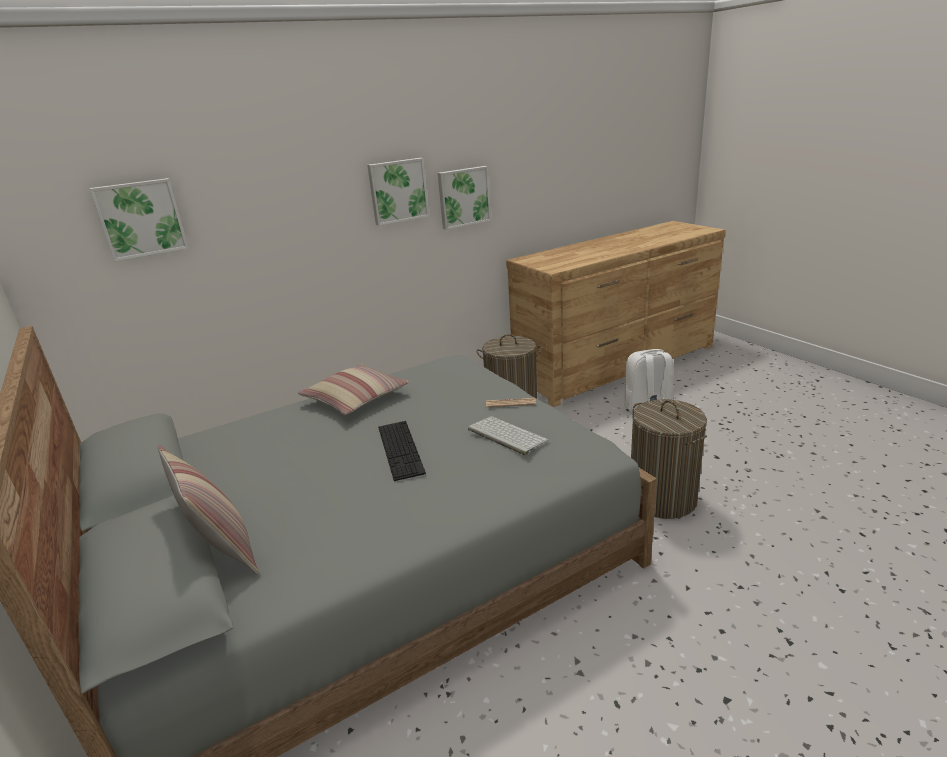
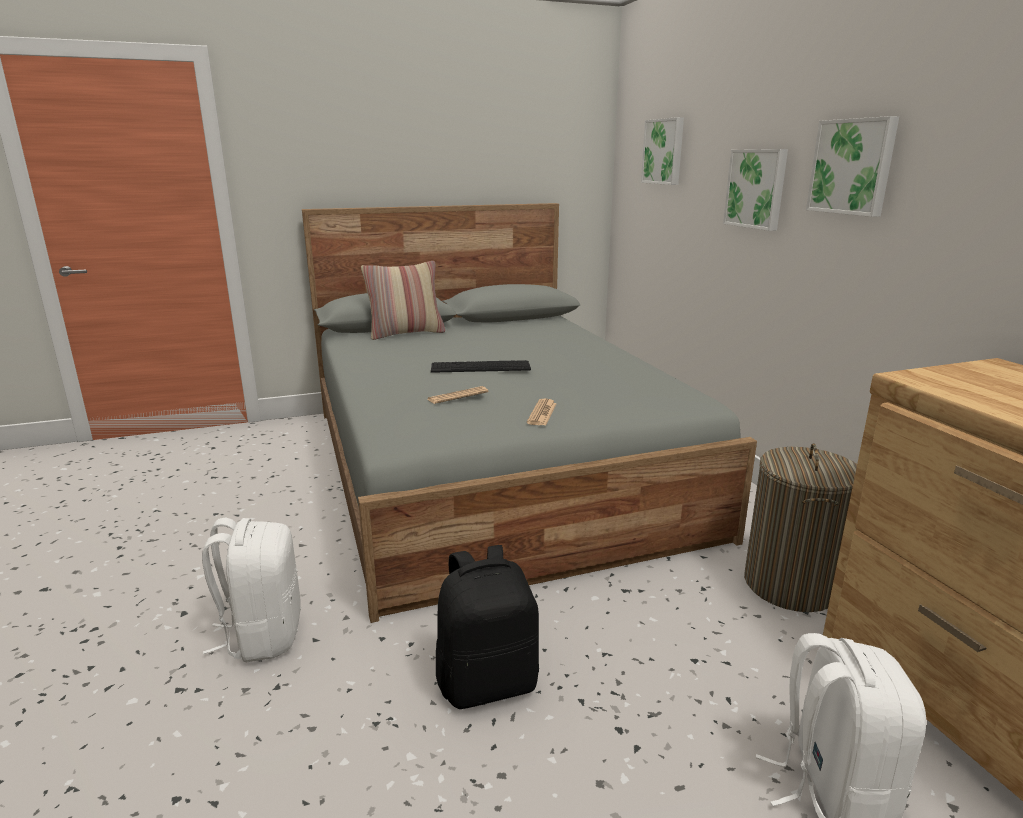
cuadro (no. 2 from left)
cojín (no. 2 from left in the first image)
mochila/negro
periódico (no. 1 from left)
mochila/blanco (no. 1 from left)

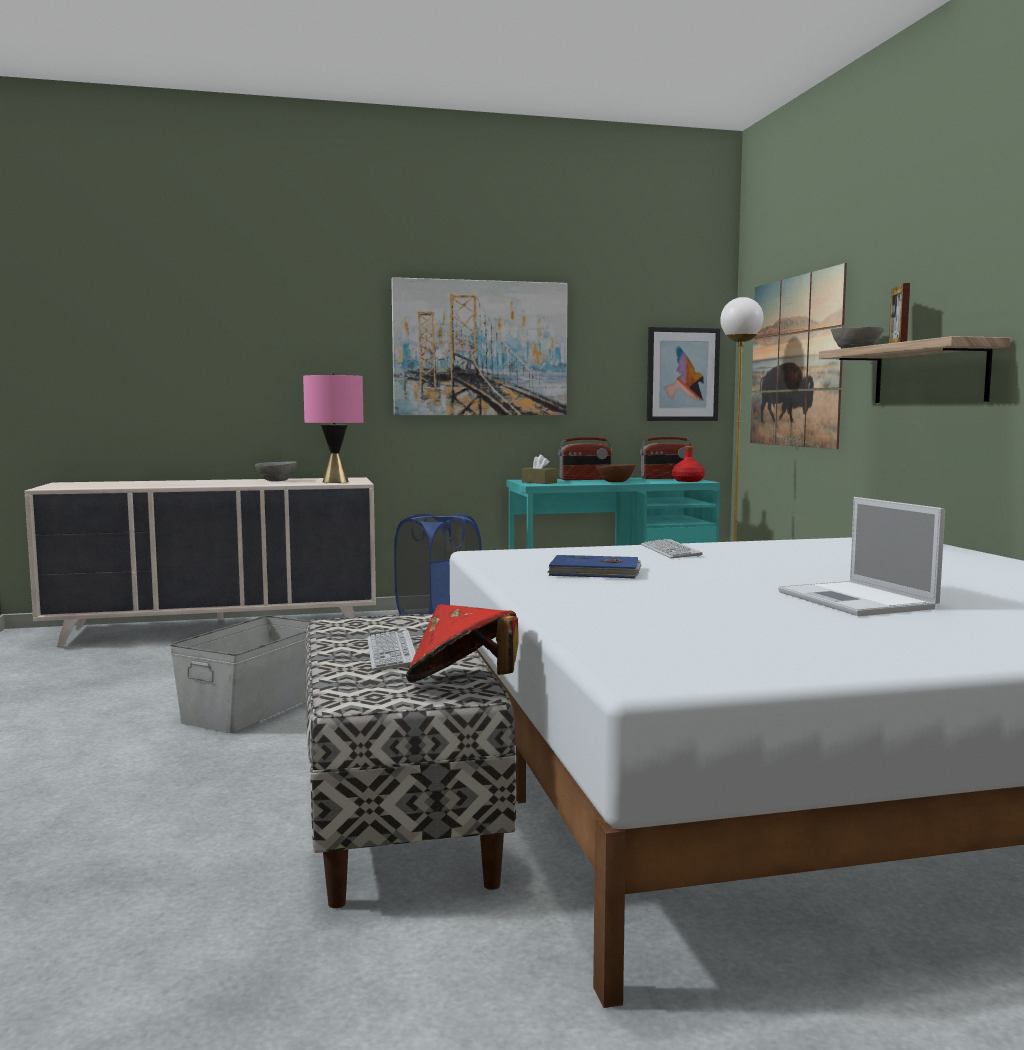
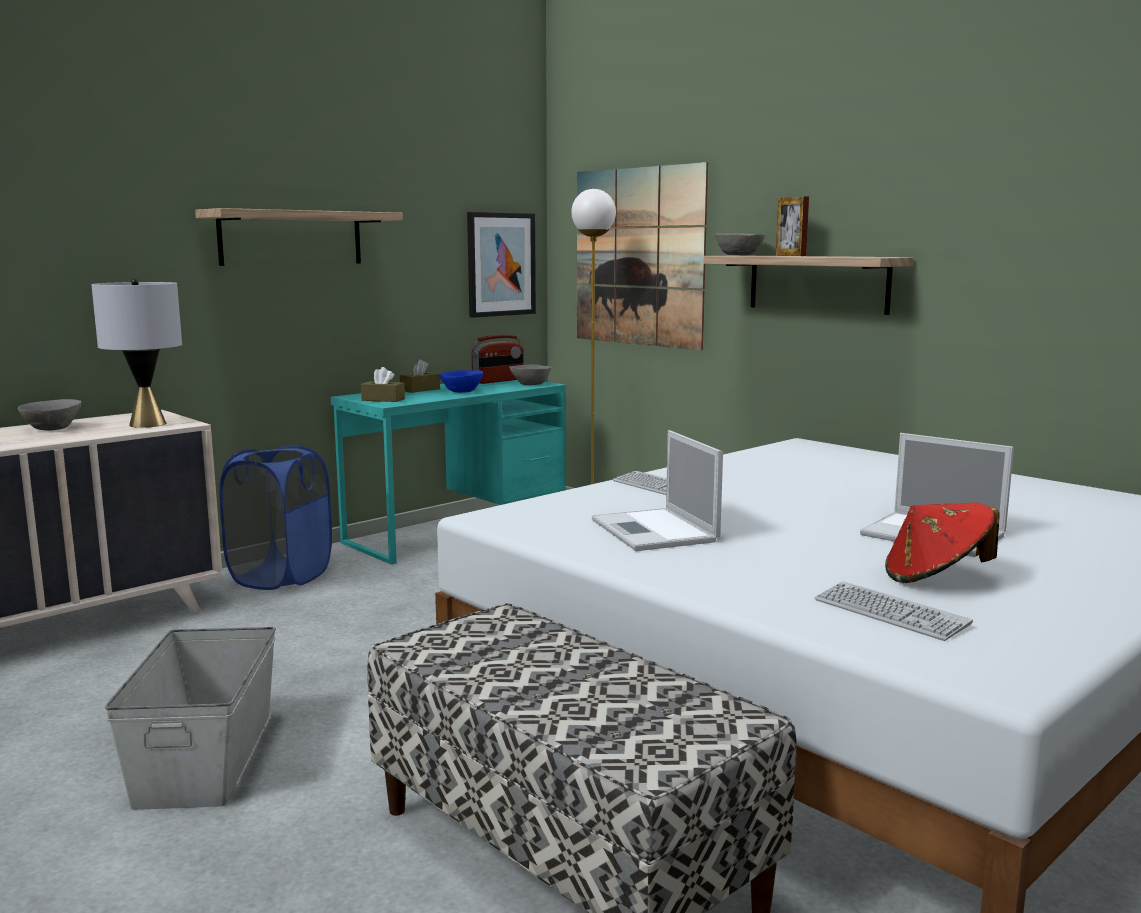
estante (no. 1 from left)
lámpara de mesa/gris
caja de pañuelos/marrón (no. 2 from left)
cuenco/gris (no. 2 from left)
cuenco/azul
portátil (no. 1 from left)
sombrero/rojo
teclado (no. 2 from left)

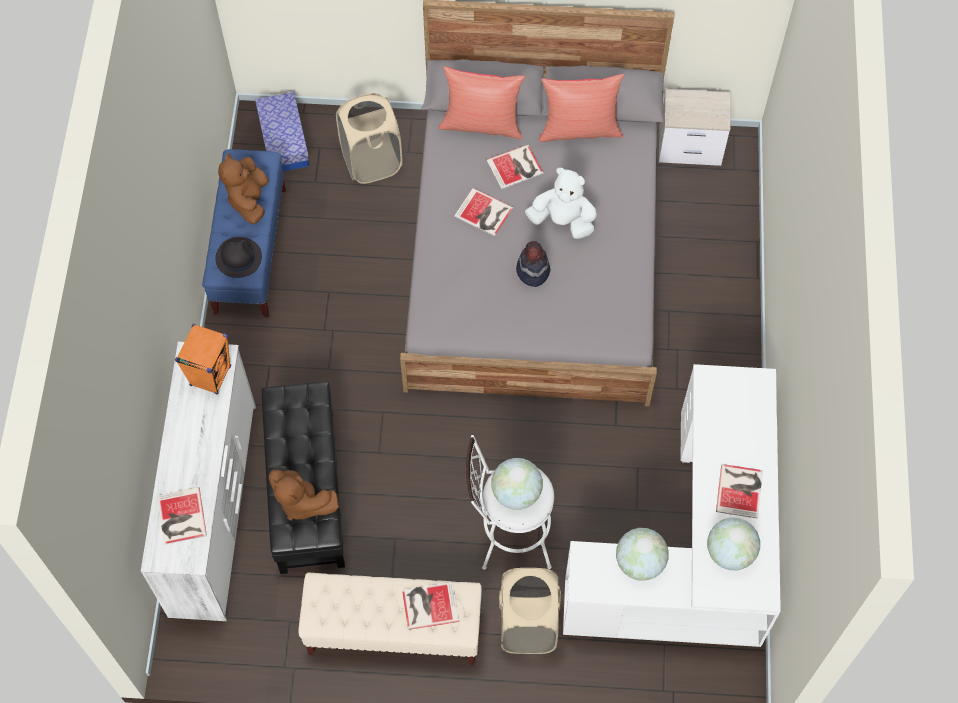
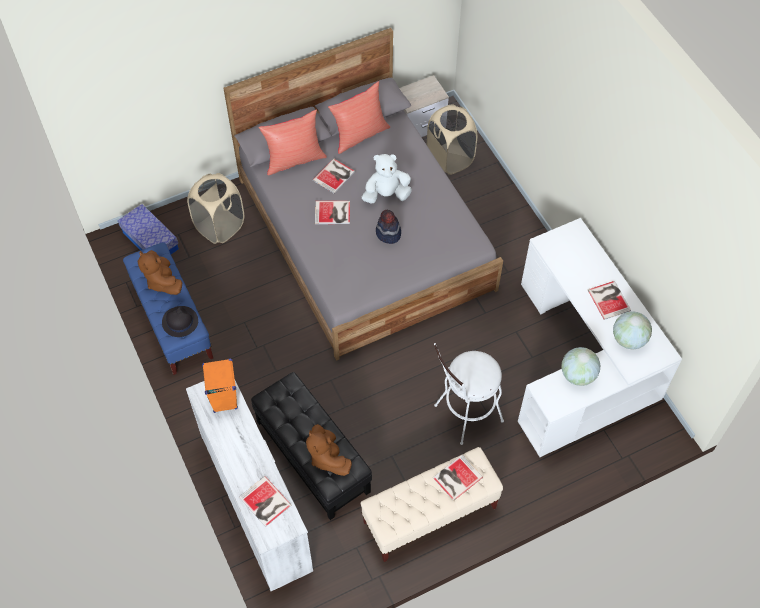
globo terráqueo (no. 1 from left in the first image)
peluche/marrón (no. 2 from left)
cesto de la ropa/beis (no. 2 from left)

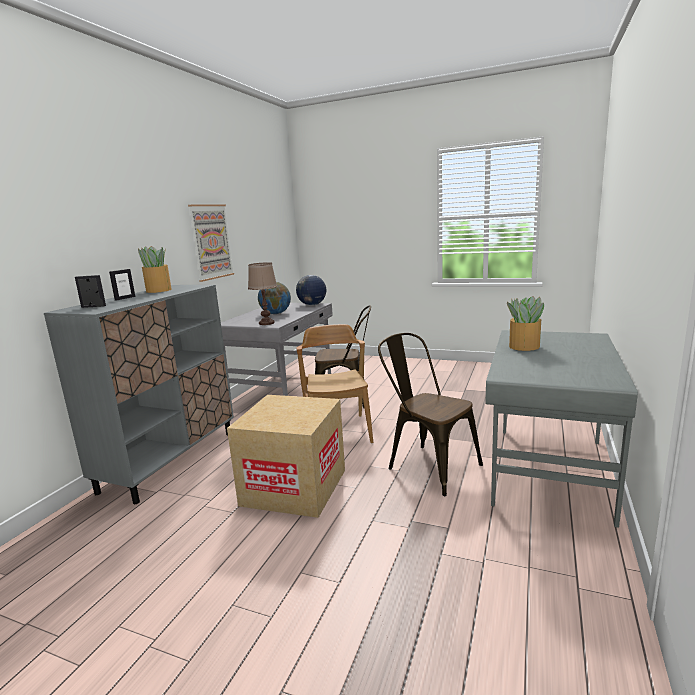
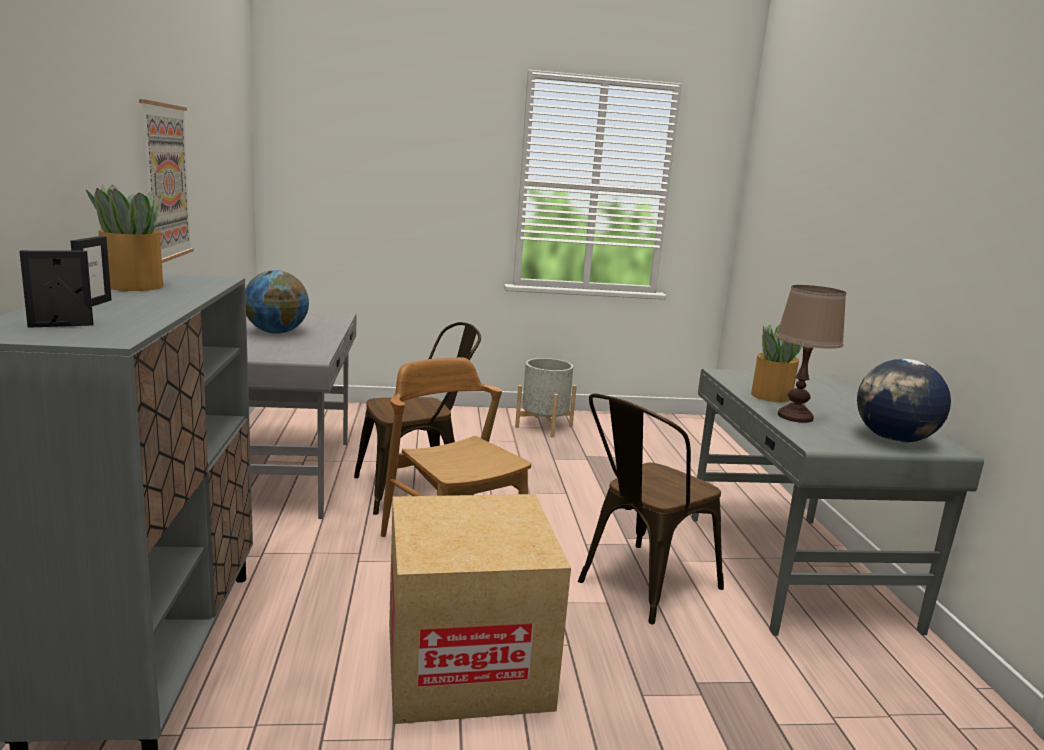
lámpara de mesa/marrón
globo terráqueo (no. 2 from left)
silla/marrón (no. 3 from left)
maceta/gris

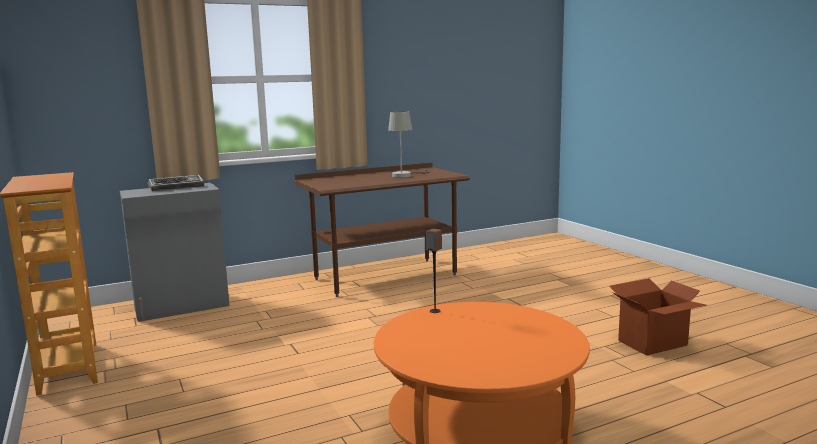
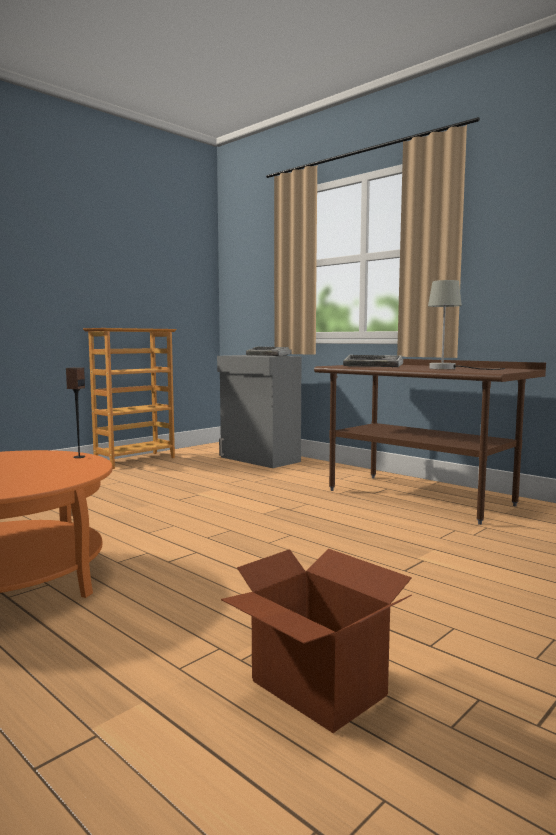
teclado (no. 2 from left)

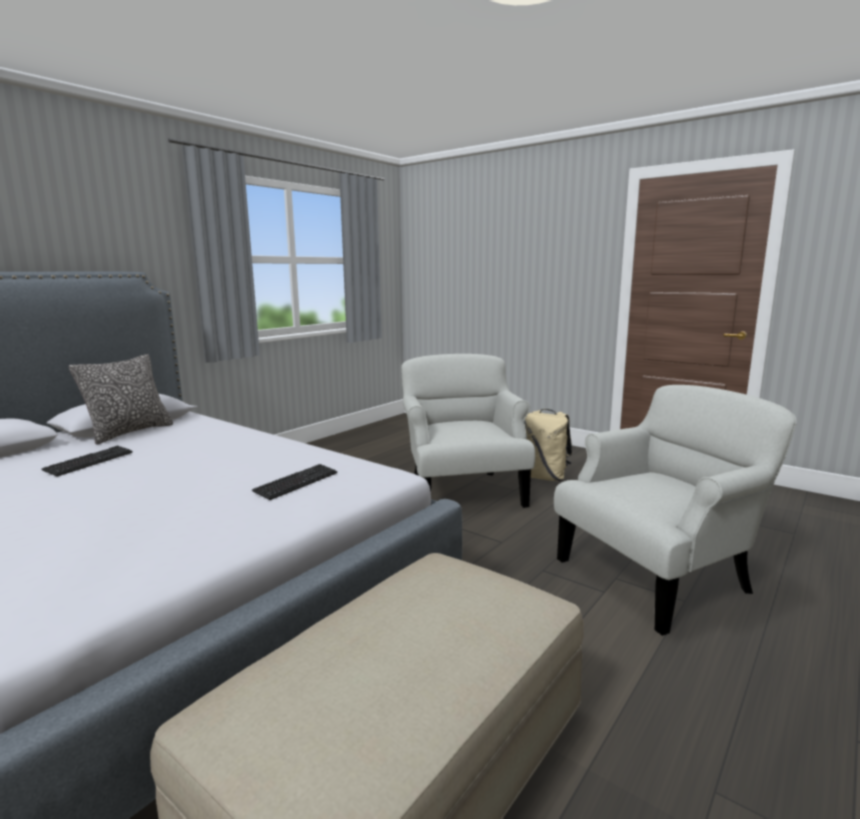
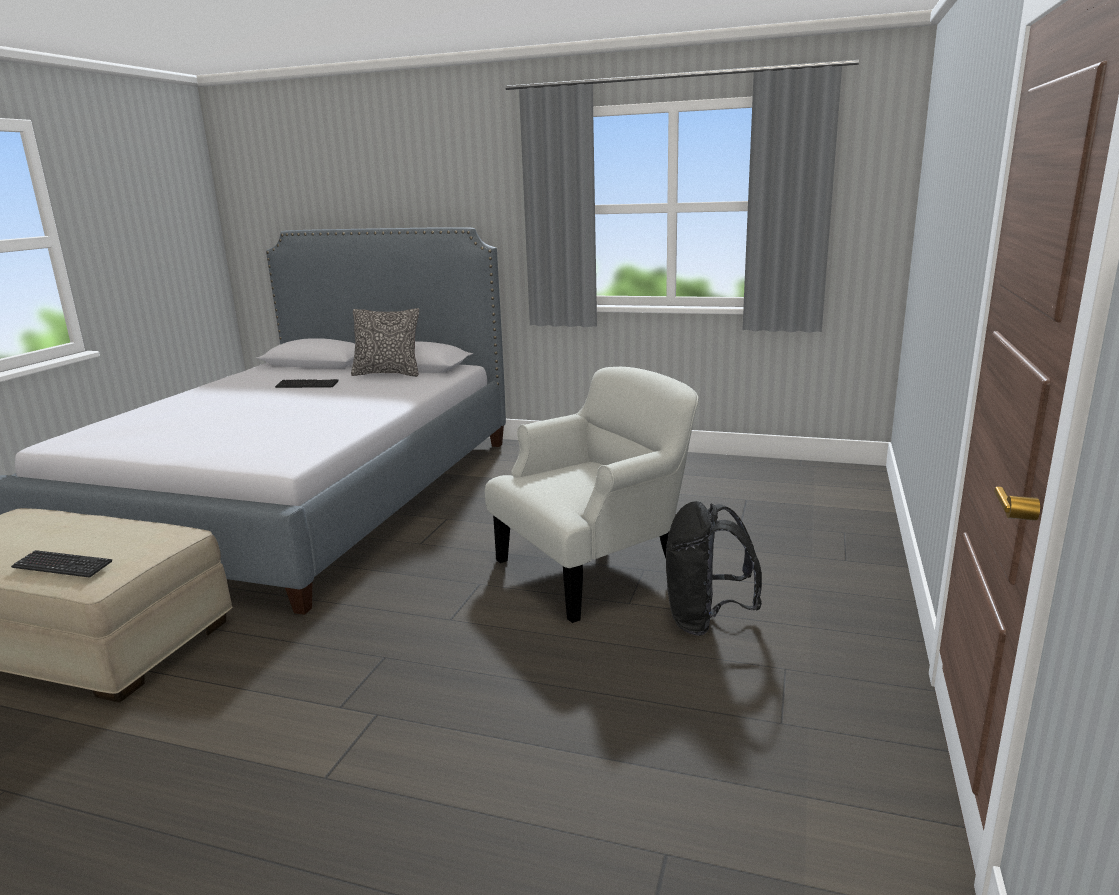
sillón/blanco (no. 2 from left in the first image)
mochila/negro
teclado (no. 1 from left)

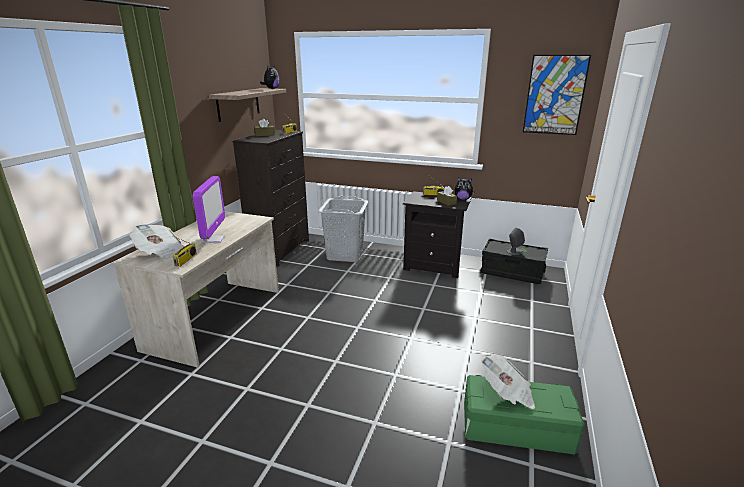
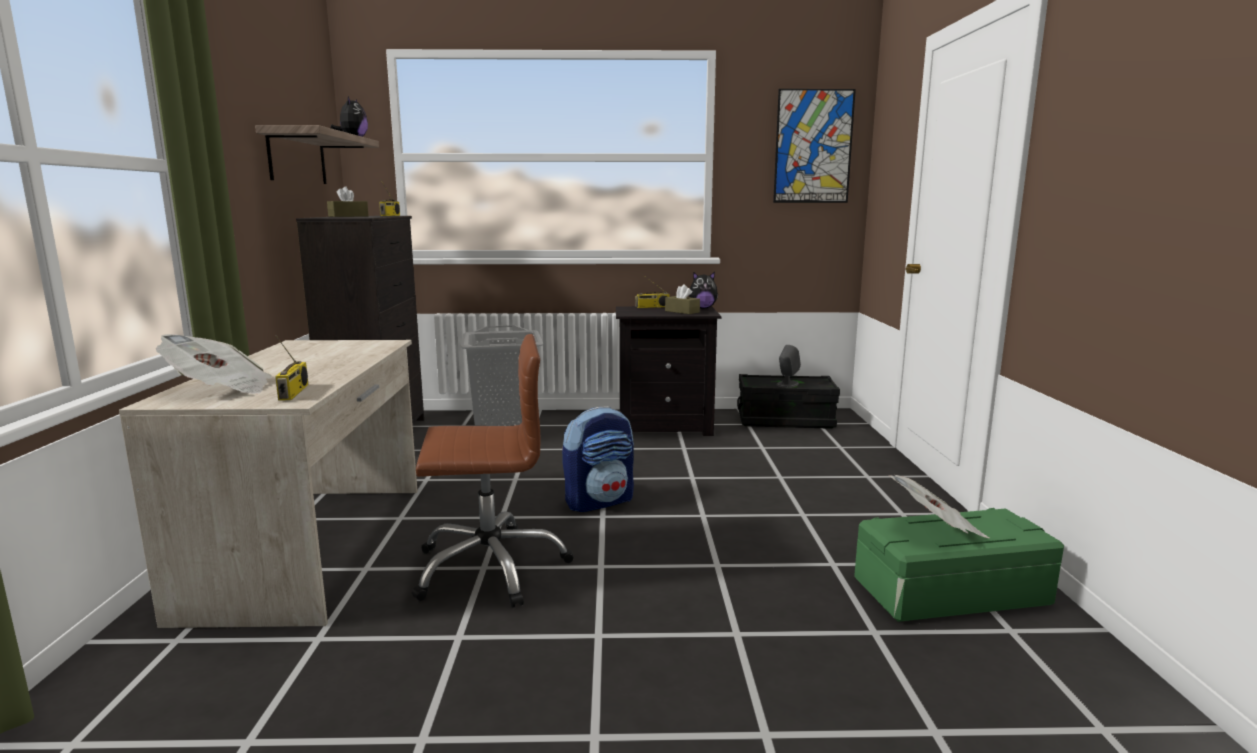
monitor
silla de oficina/marrón
mochila

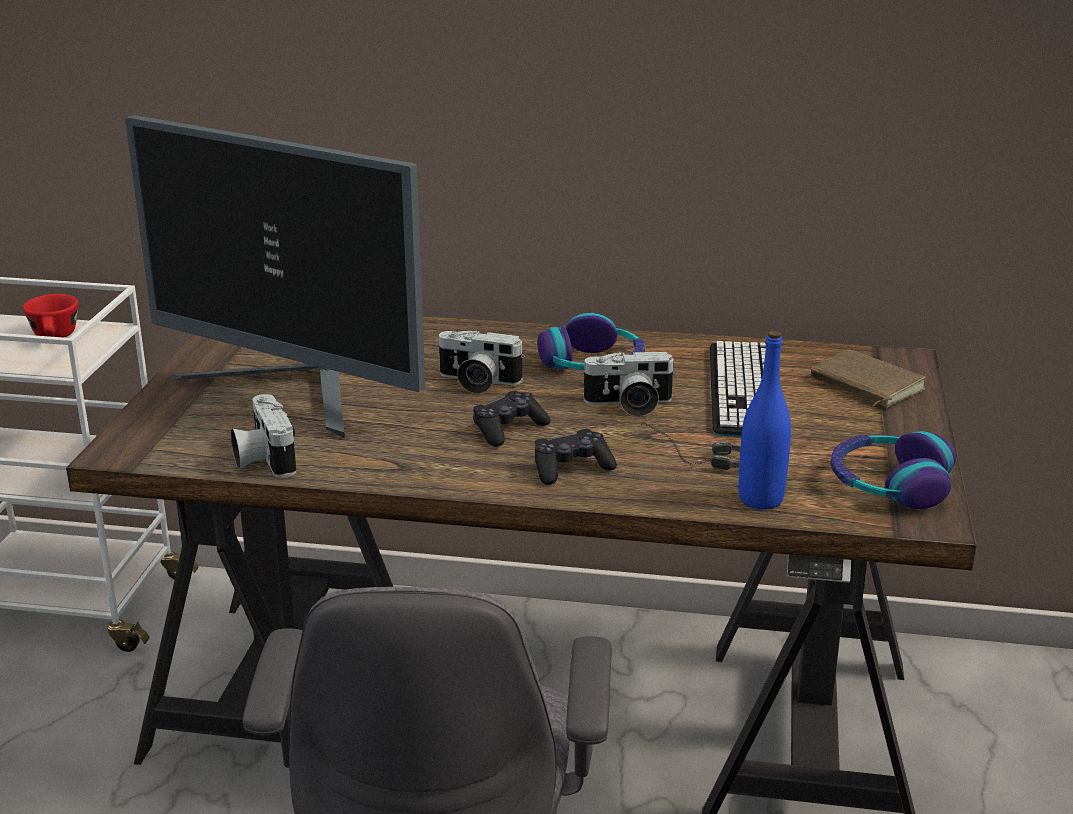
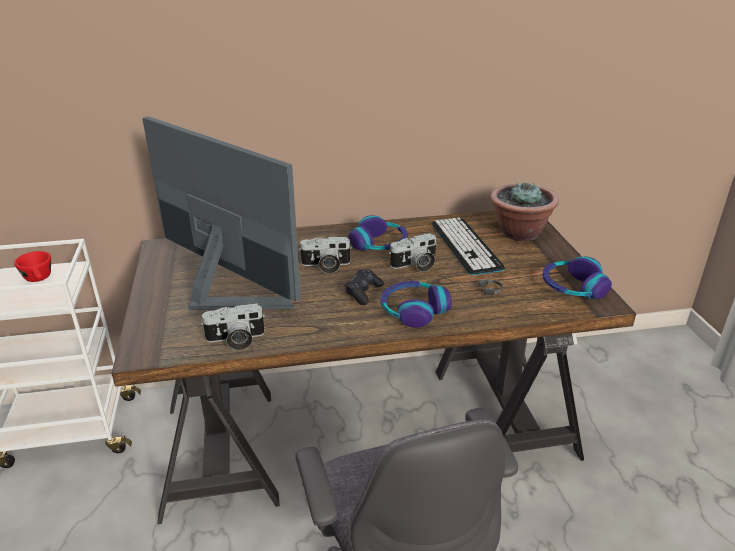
monitor
botella/azul
planta en maceta
cámara (no. 1 from left)
auriculares (no. 2 from left)

